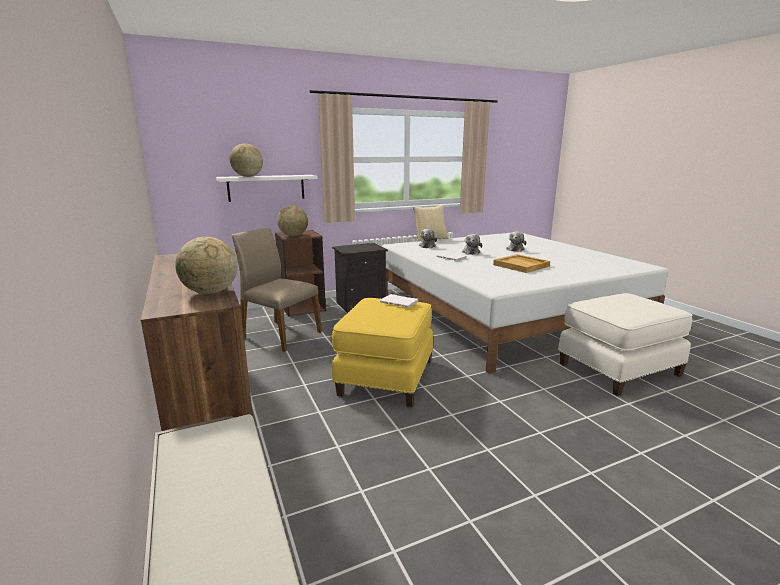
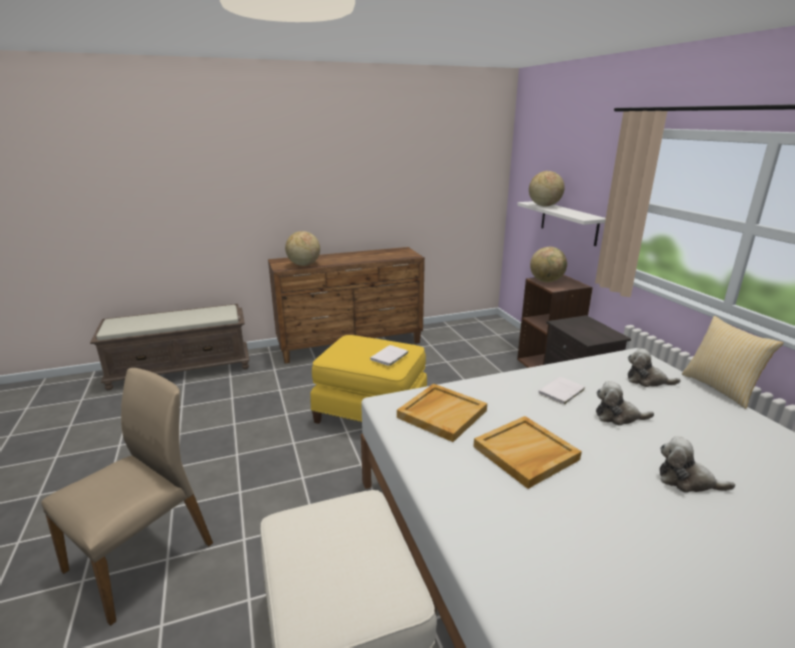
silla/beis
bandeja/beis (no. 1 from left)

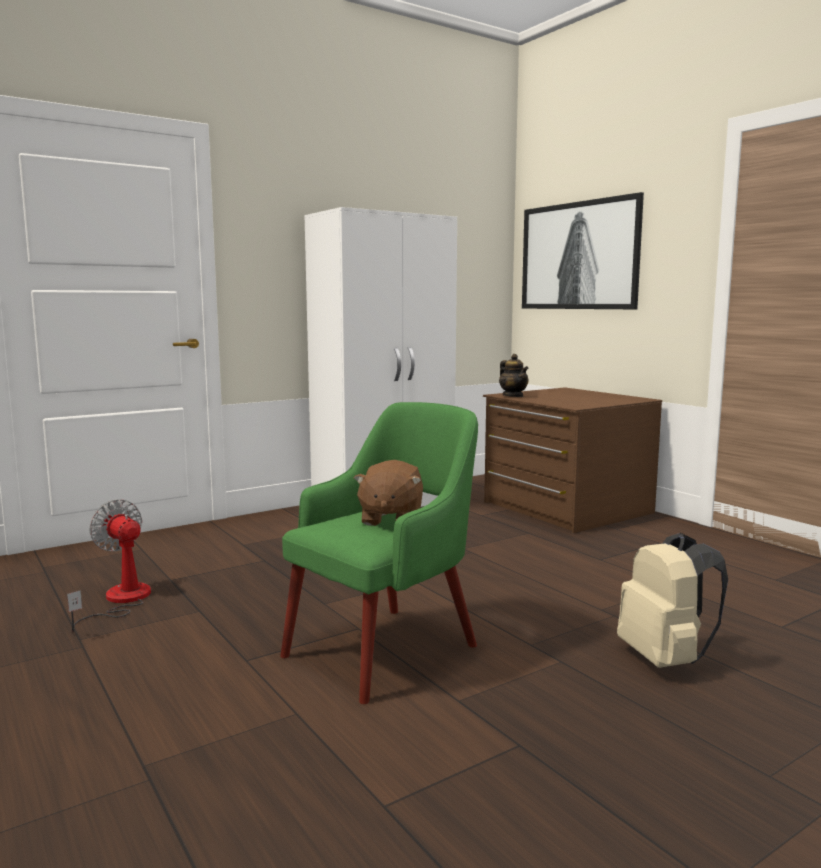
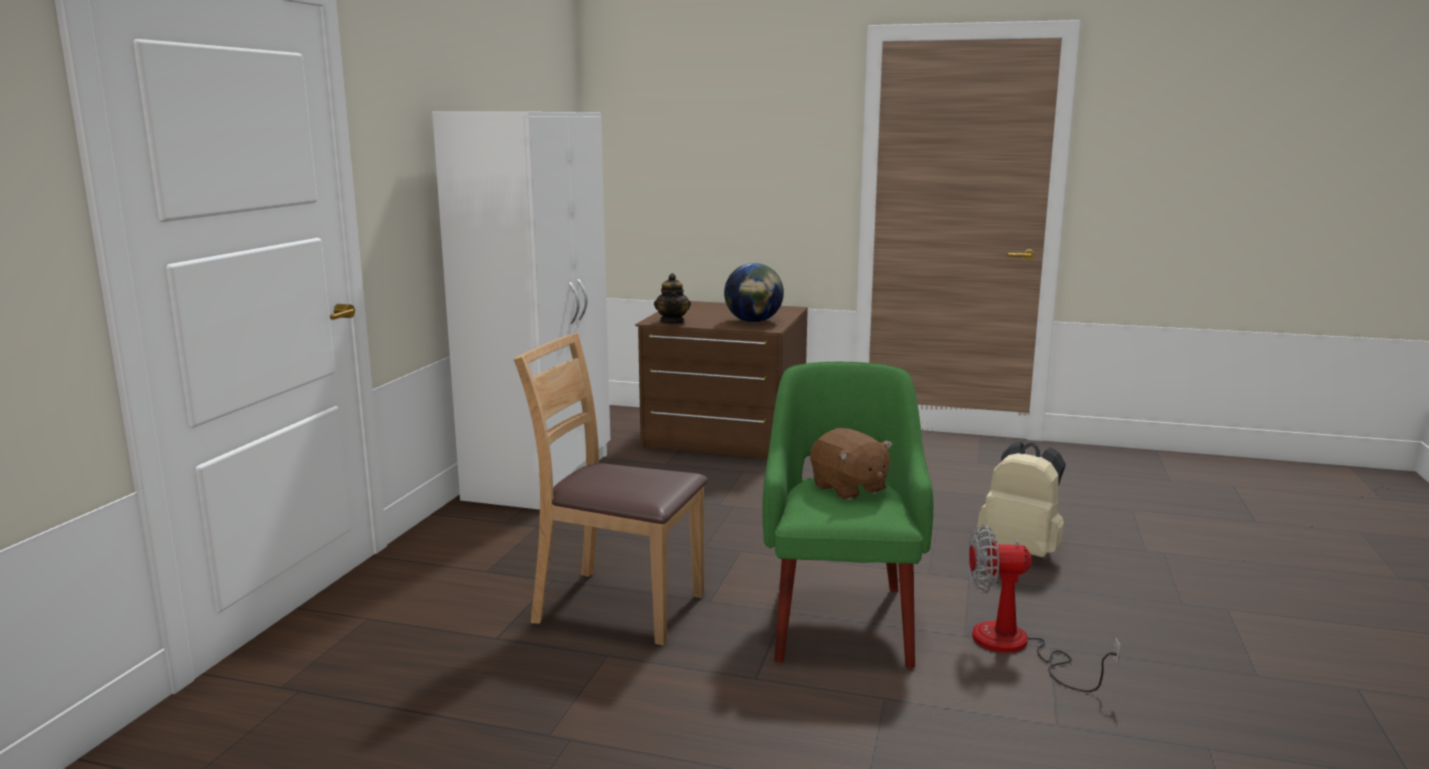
cuadro
tetera
ventilador
globo terráqueo
silla/marrón

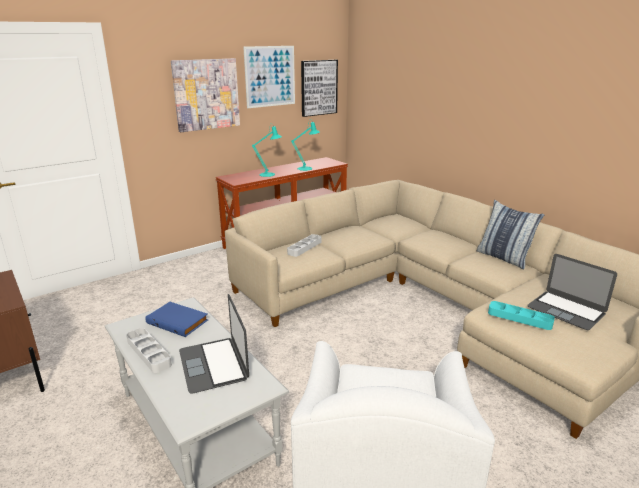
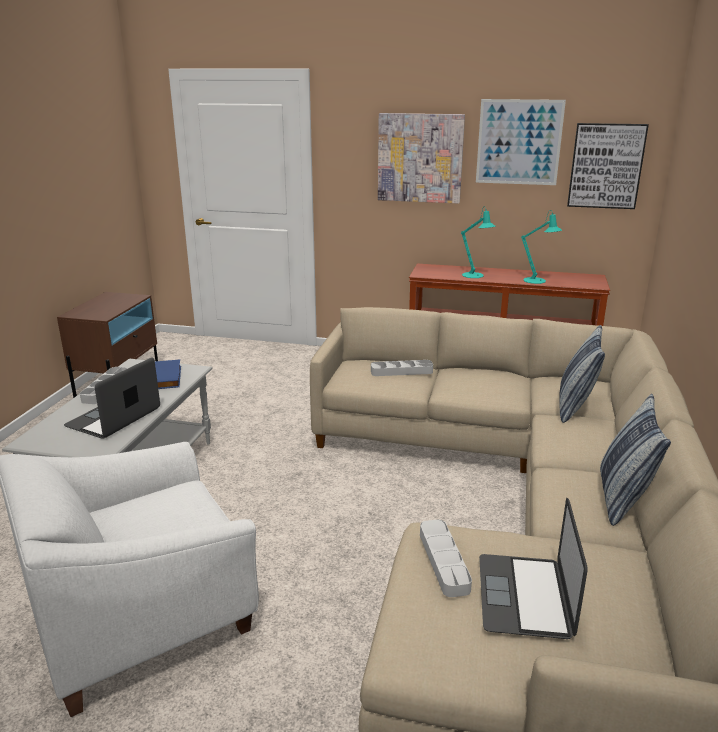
bandeja/gris (no. 3 from left)
cojín (no. 1 from left)

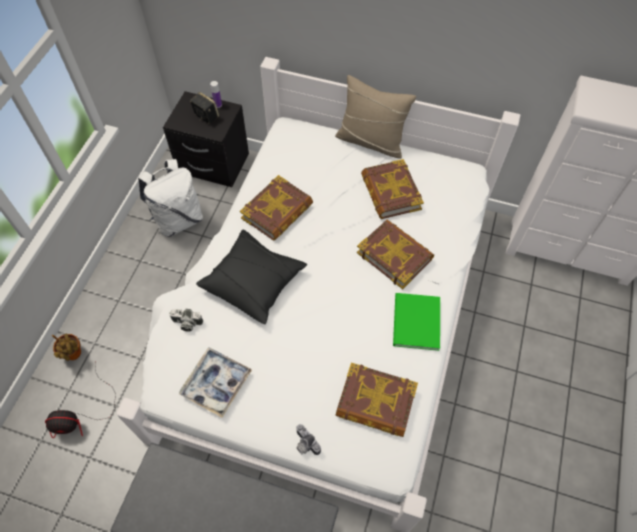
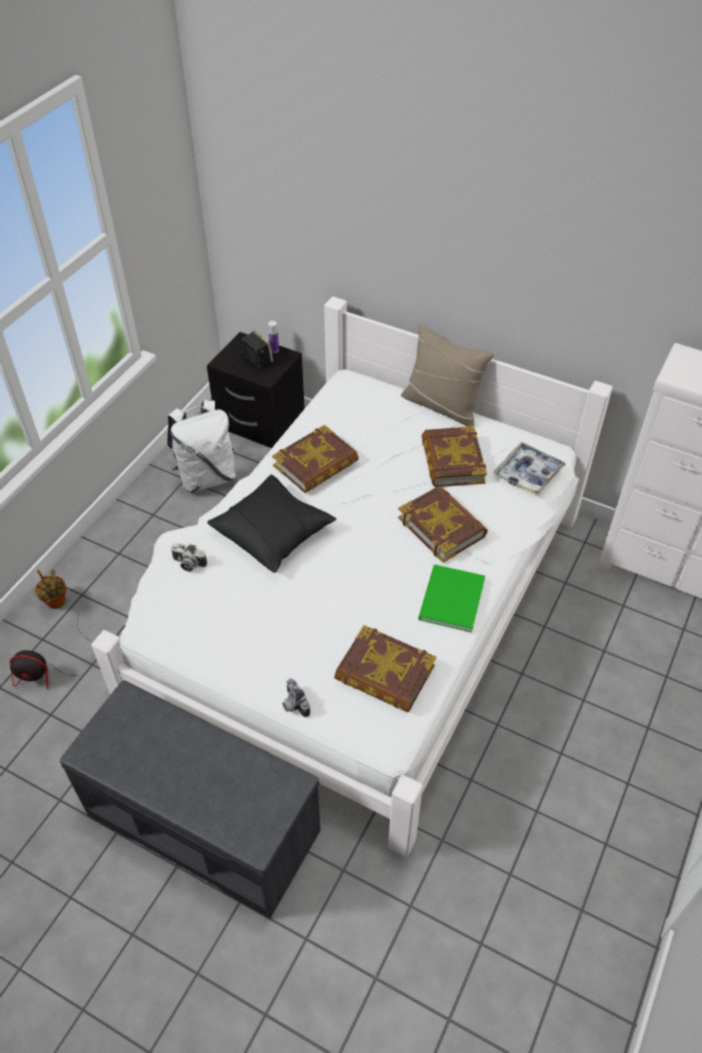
bandeja

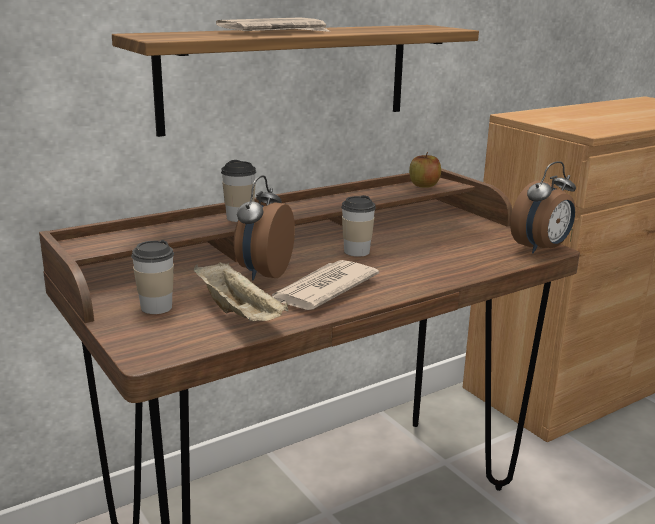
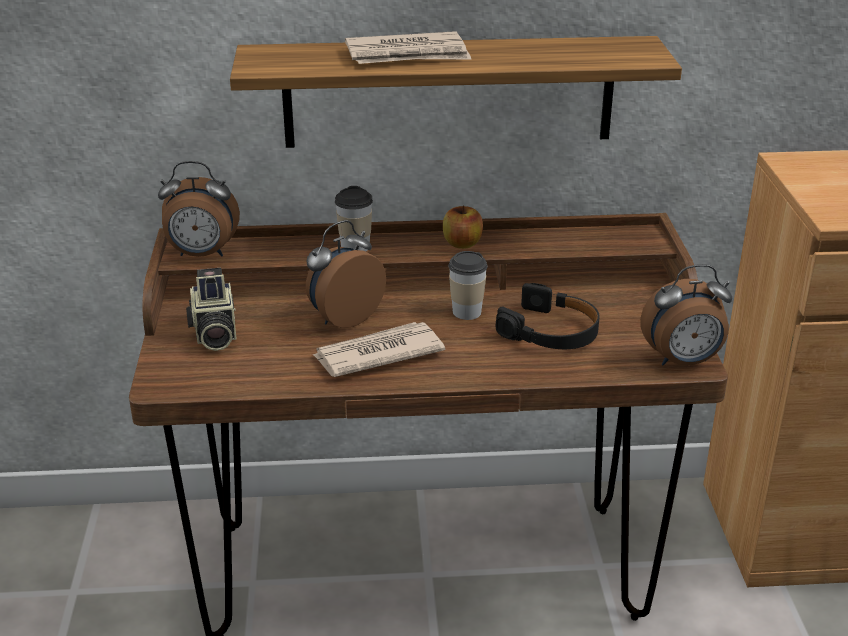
manzana
cámara
bandeja/beis
despertador (no. 1 from left)
auriculares/negro

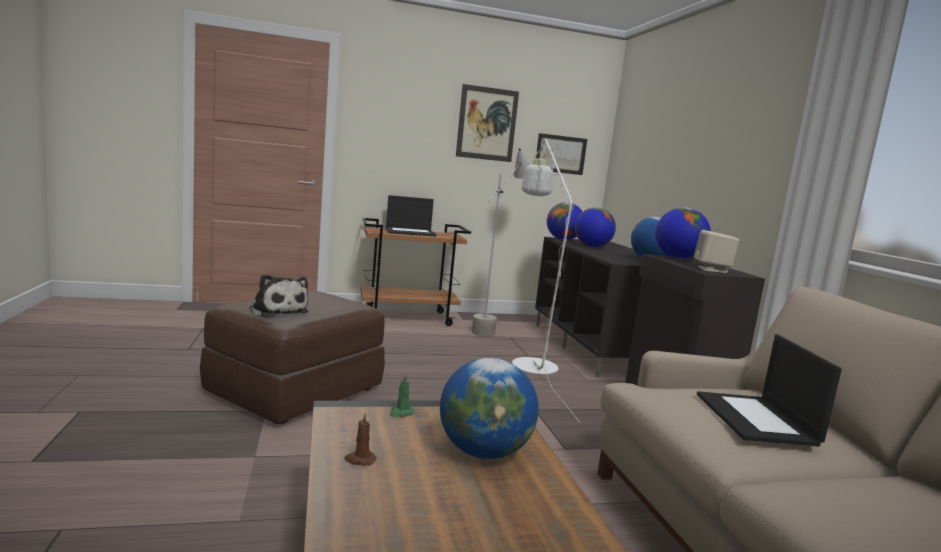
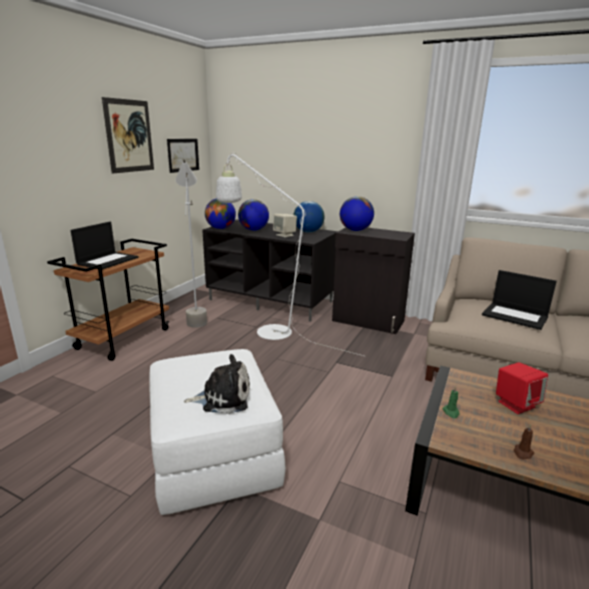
altavoz/beis
puf/blanco
altavoz/rojo

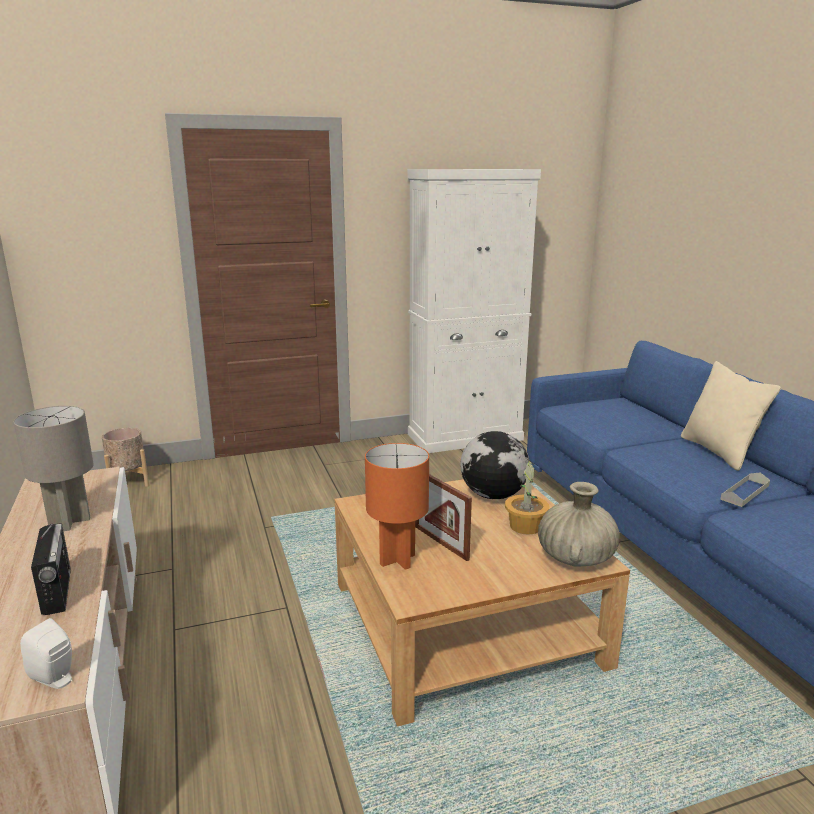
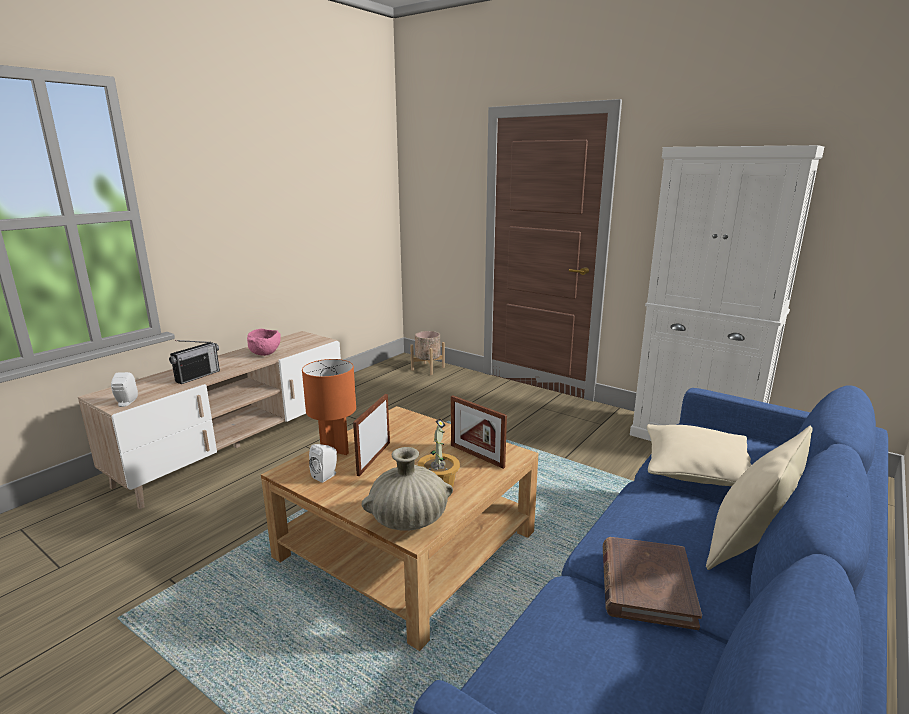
cuenco/rosa
portarretratos (no. 2 from left)
libro/marrón
cojín/beis (no. 1 from left)
altavoz/blanco (no. 2 from left)

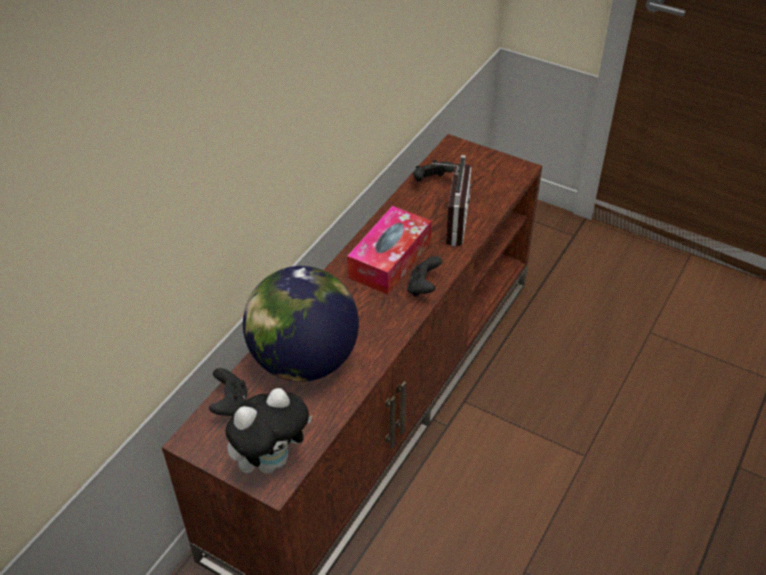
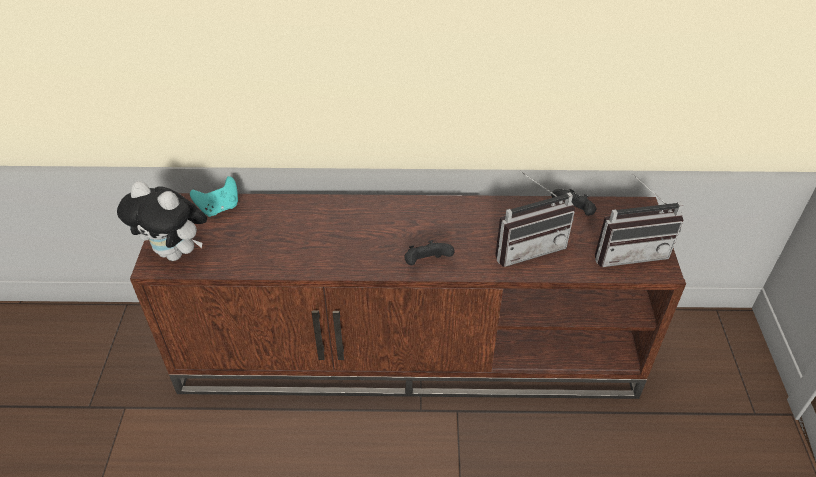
caja de pañuelos
globo terráqueo
mando de consola/turquesa
radio (no. 2 from left)

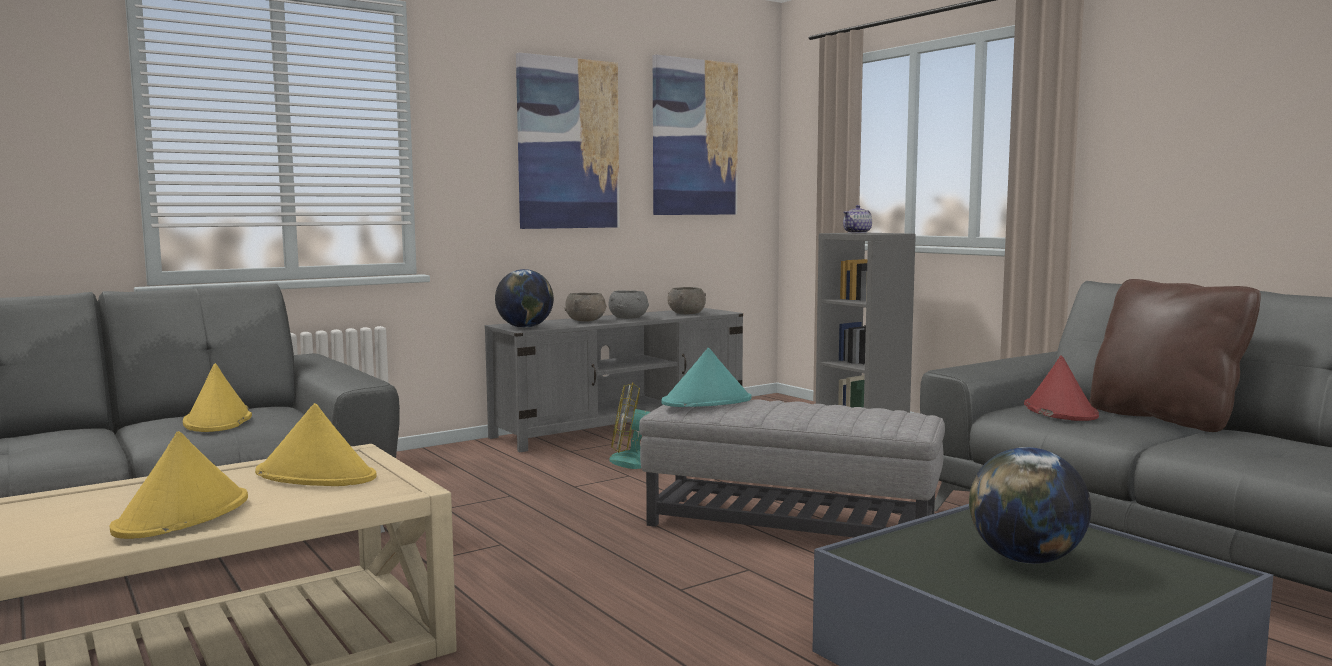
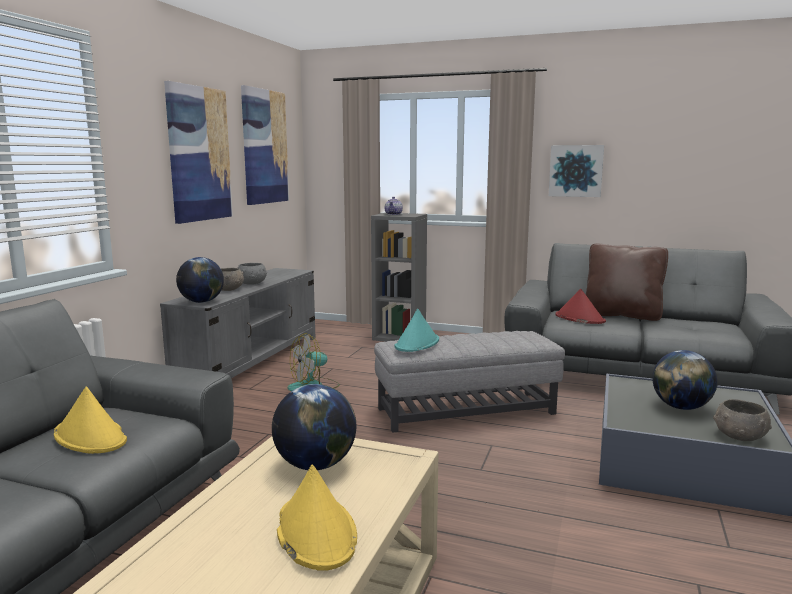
cuenco/gris (no. 3 from left)
globo terráqueo (no. 2 from left)
cuadro (no. 3 from left)

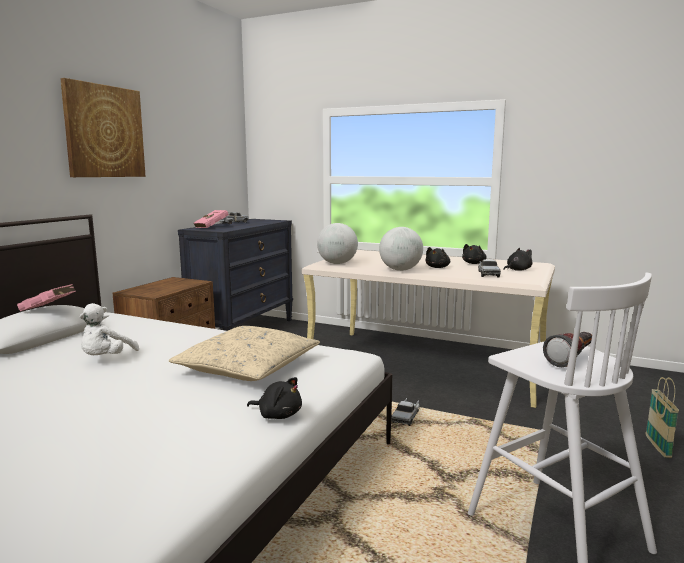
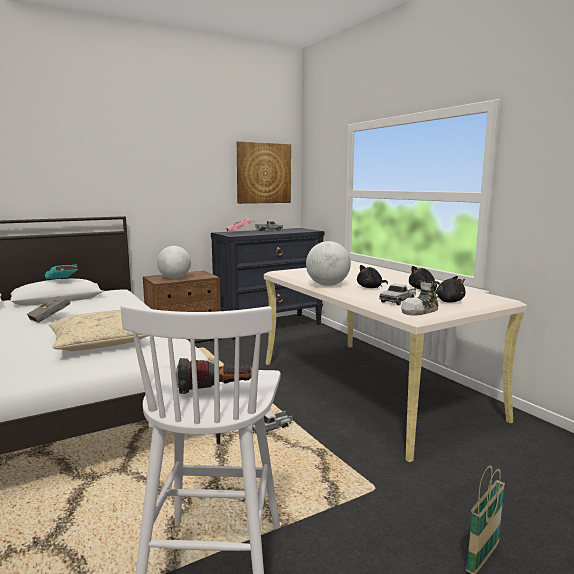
cuadro
globo terráqueo (no. 1 from left)
libro/turquesa
libro/gris
peluche/negro (no. 1 from left in the first image)
zapato

